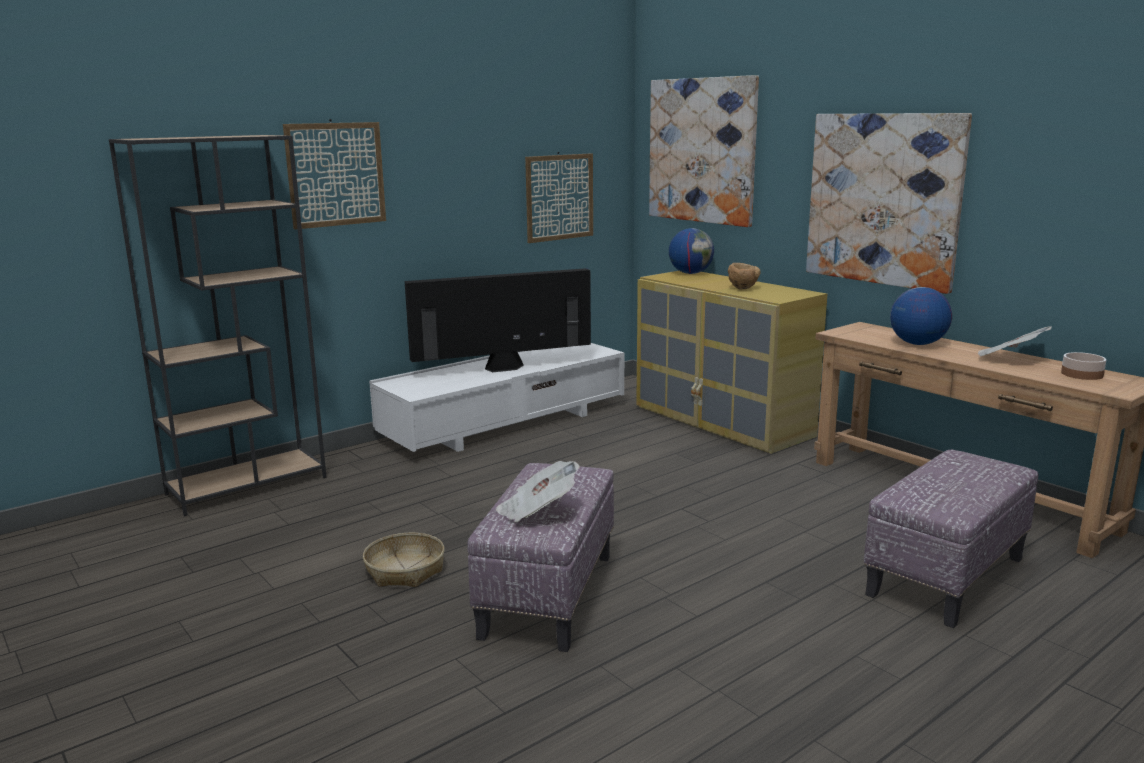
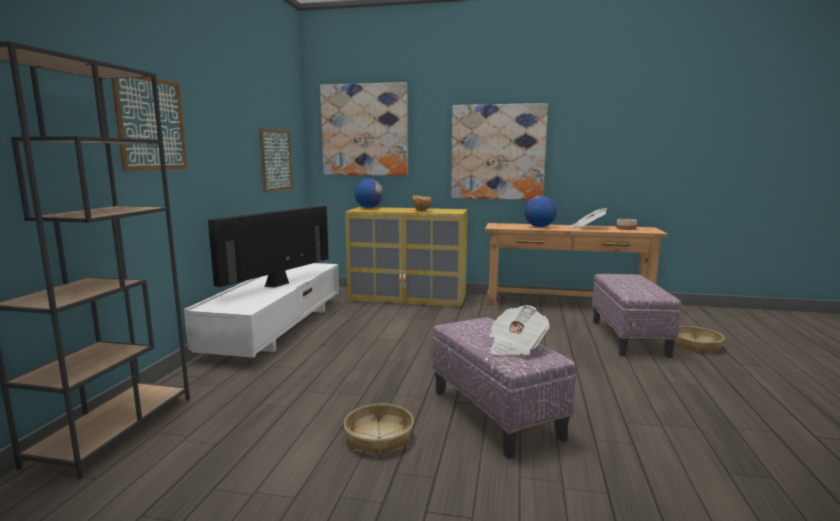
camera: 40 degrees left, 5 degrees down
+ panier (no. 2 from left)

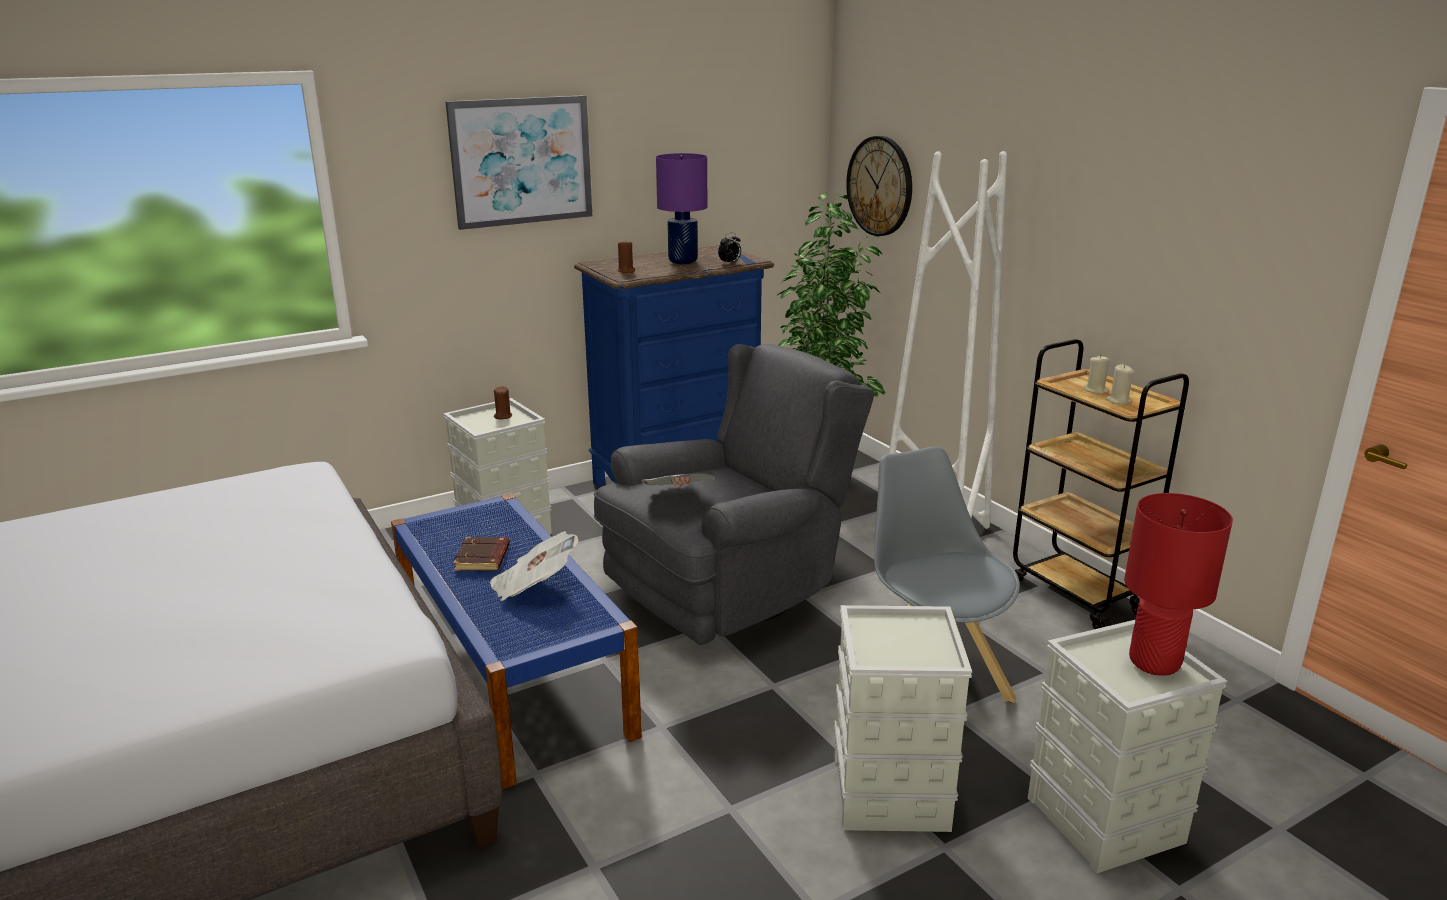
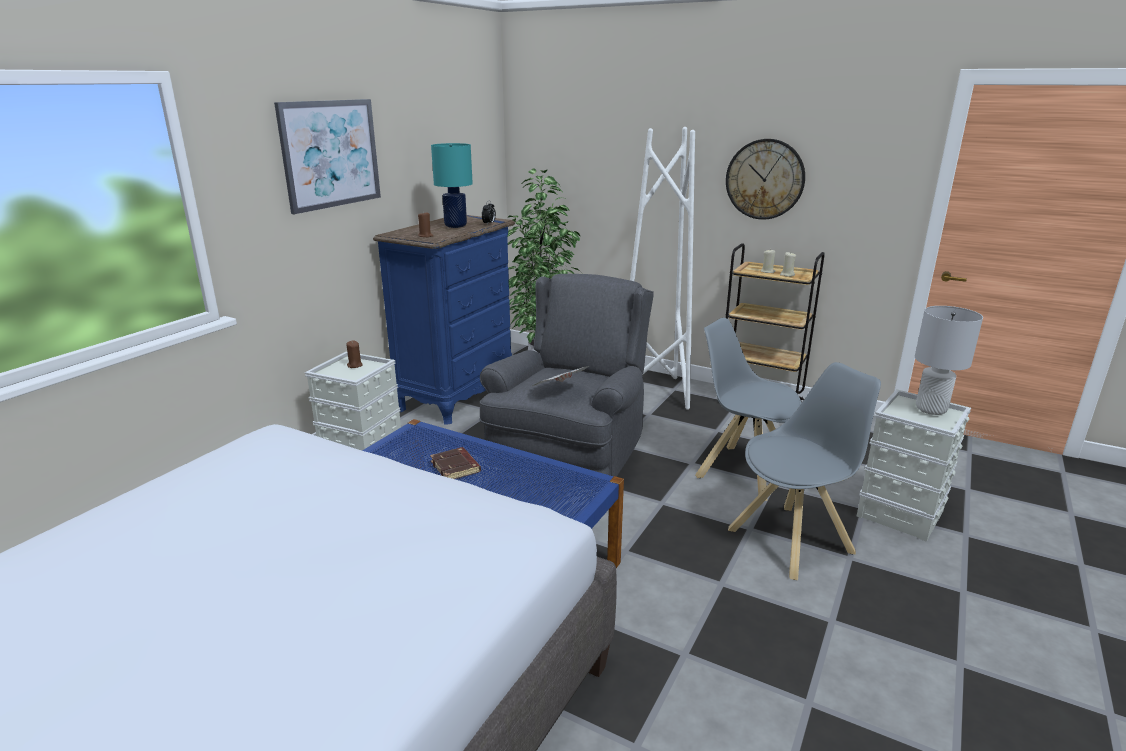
camera: 30 degrees left, 0 degrees up
~ lampe de table [violet] to lampe de table [turquoise]
~ horloge murale
~ boîte de rangement [gris] (no. 2 from left) to chaise [gris] (no. 2 from left)
~ lampe de table [rouge] to lampe de table [gris]
- journal (no. 1 from left)

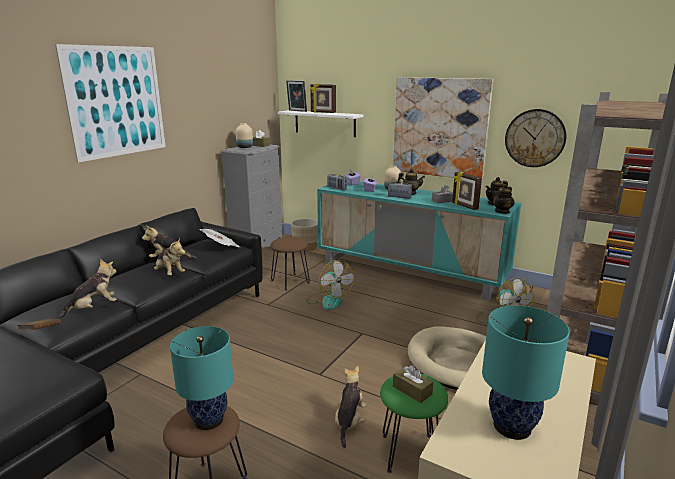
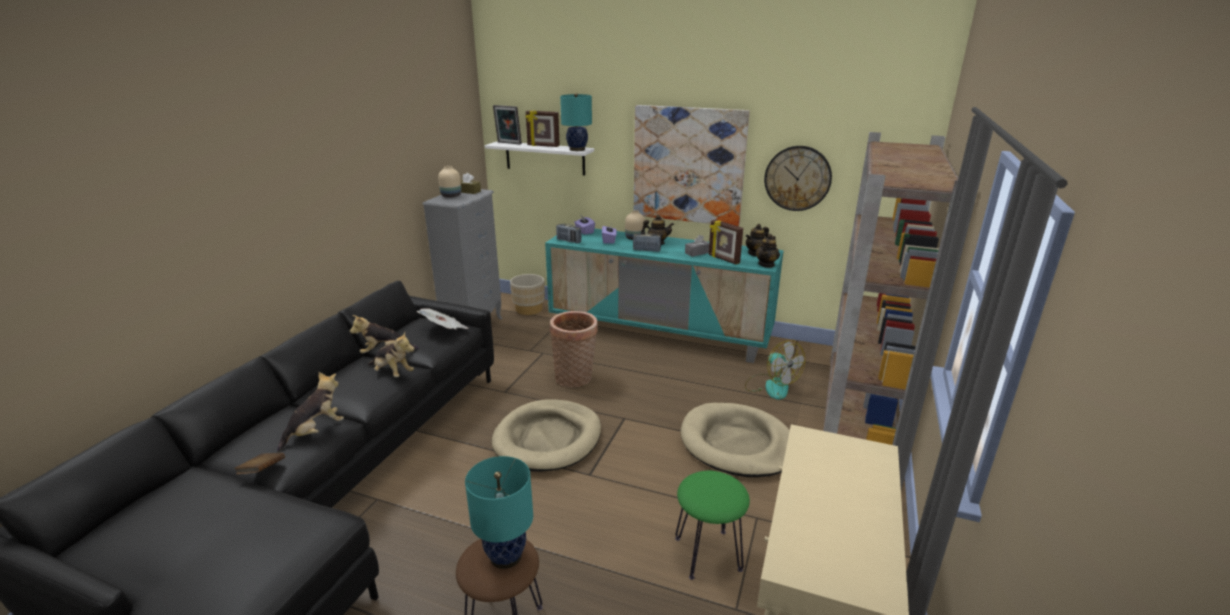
camera: 10 degrees left, 5 degrees up
+ panier pour chien [beige] (no. 1 from left)
~ ventilateur (no. 1 from left) to panier
~ lampe de table [turquoise] (no. 2 from left)
- tableau (no. 1 from left)
- tabouret [marron] (no. 2 from left)
- peluche (no. 4 from left)
- boîte à mouchoirs [marron] (no. 2 from left)

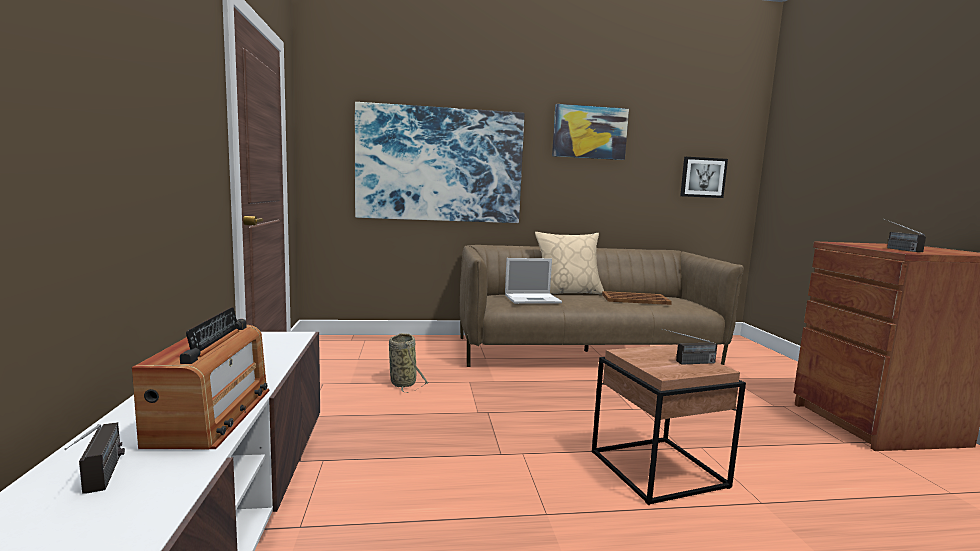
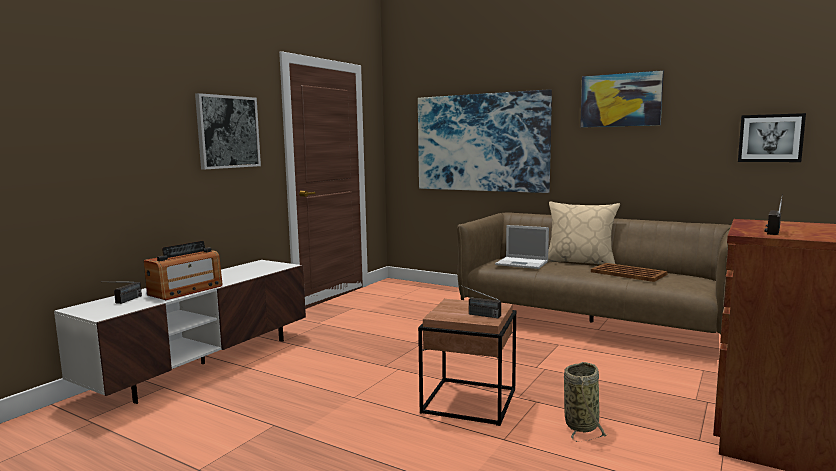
camera: 40 degrees right, 0 degrees up
+ tableau (no. 1 from left)
~ panier

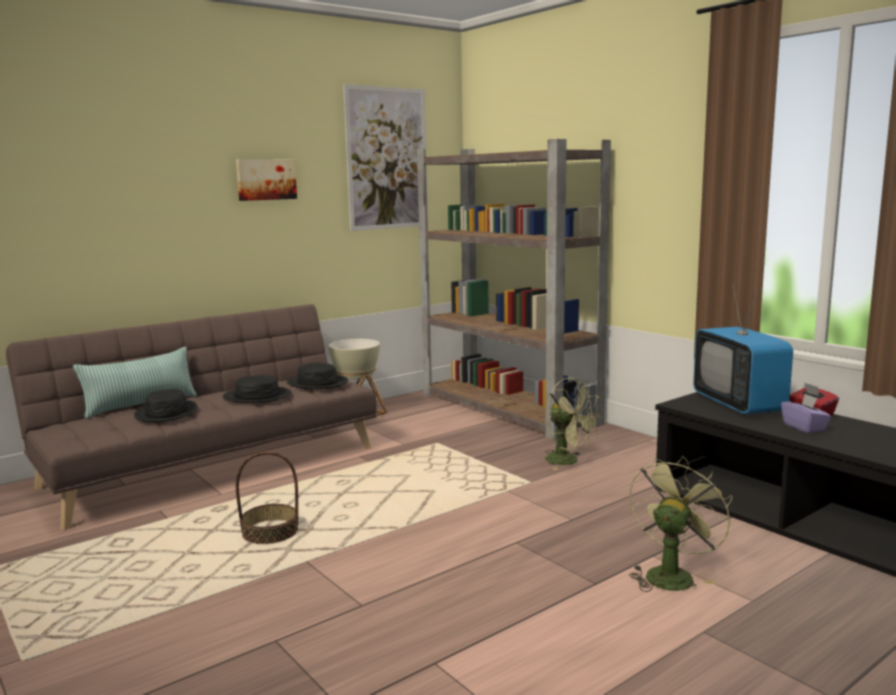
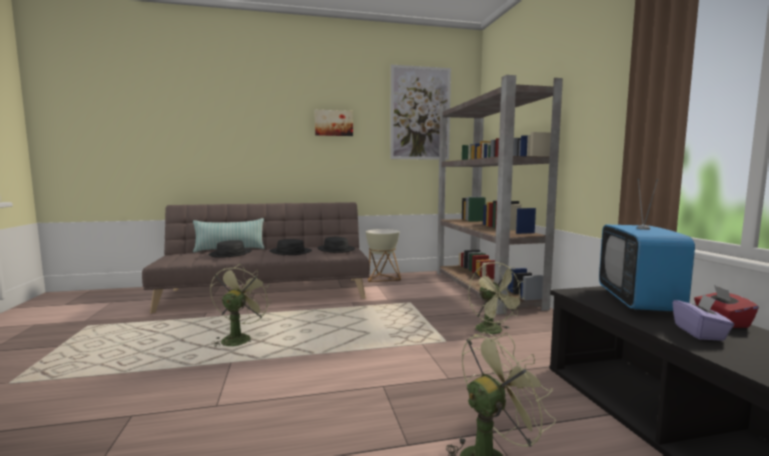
camera: 25 degrees right, 5 degrees down
~ panier to ventilateur [vert] (no. 1 from left)

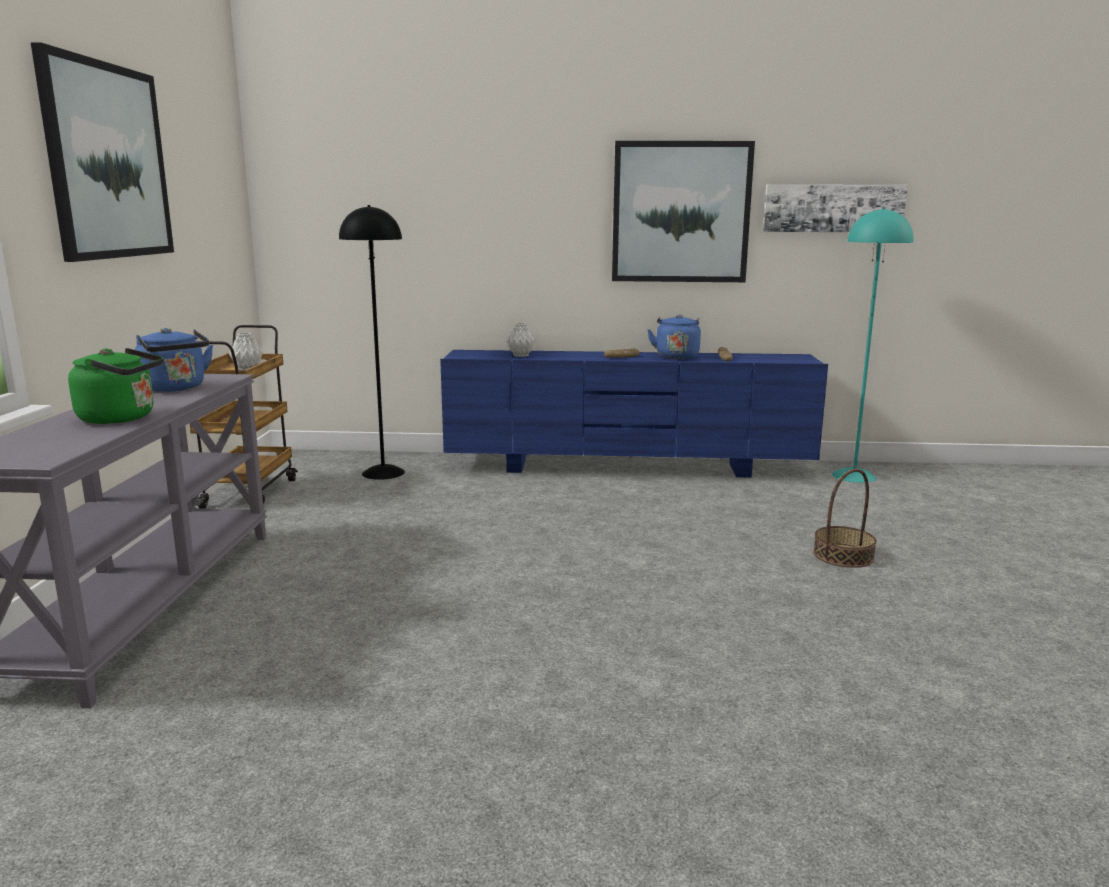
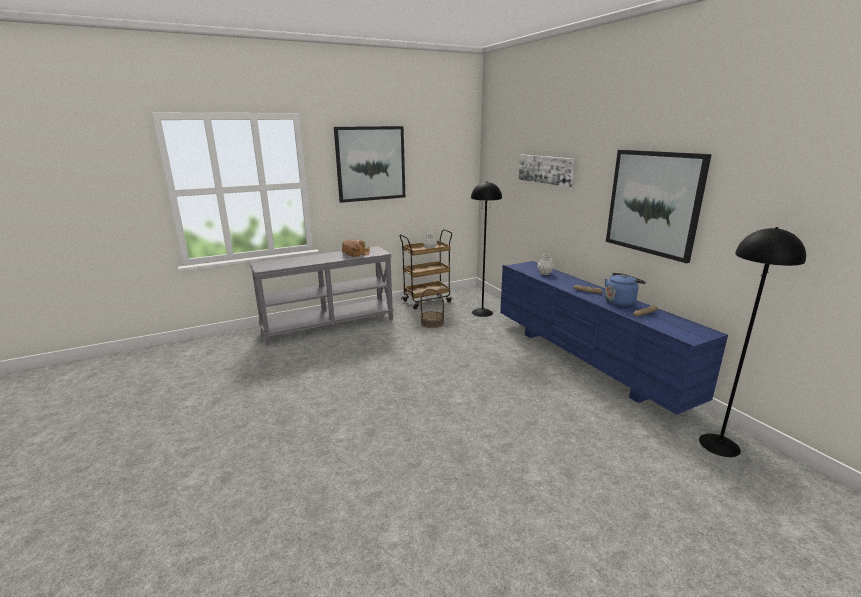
camera: 60 degrees right, 5 degrees up
~ bouilloire [bleu] (no. 1 from left) to pain (no. 1 from left)
~ panier
~ tableau (no. 3 from left in the first image) to tableau (no. 2 from left)
~ lampadaire [turquoise] to lampadaire [noir] (no. 2 from left)
- bouilloire [vert]

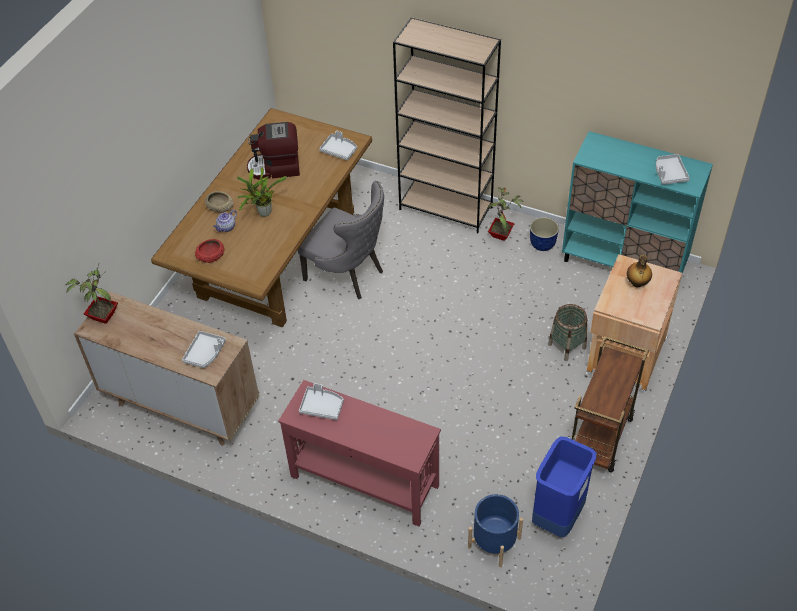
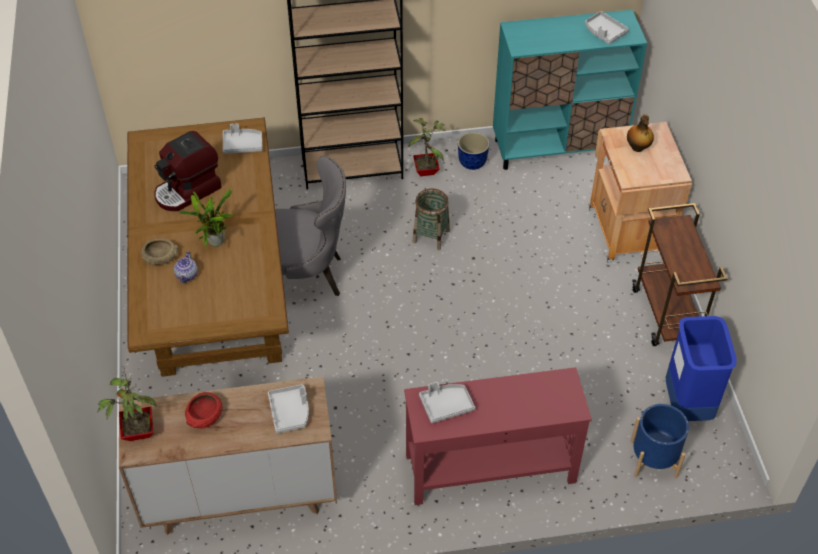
camera: 35 degrees left, 0 degrees up
~ bol [rouge]
~ panier

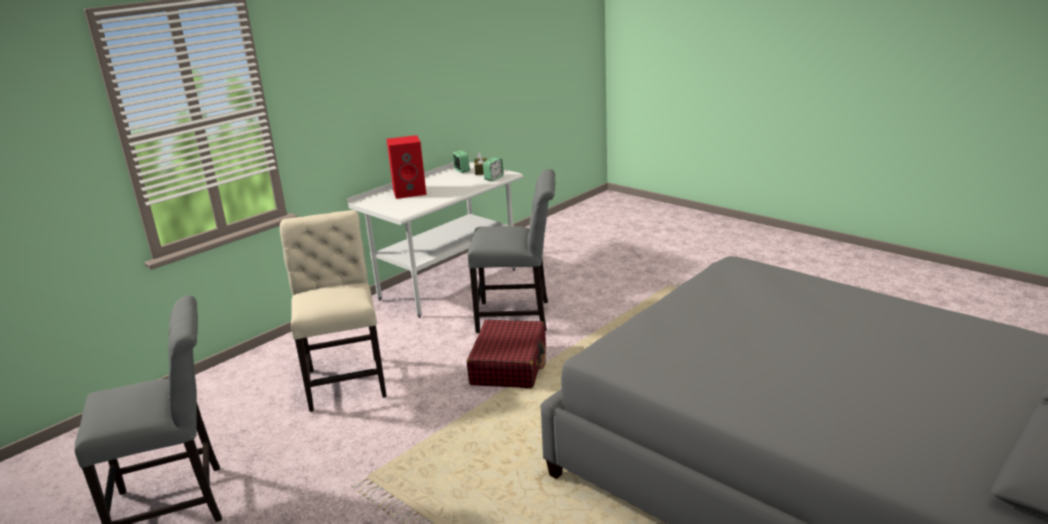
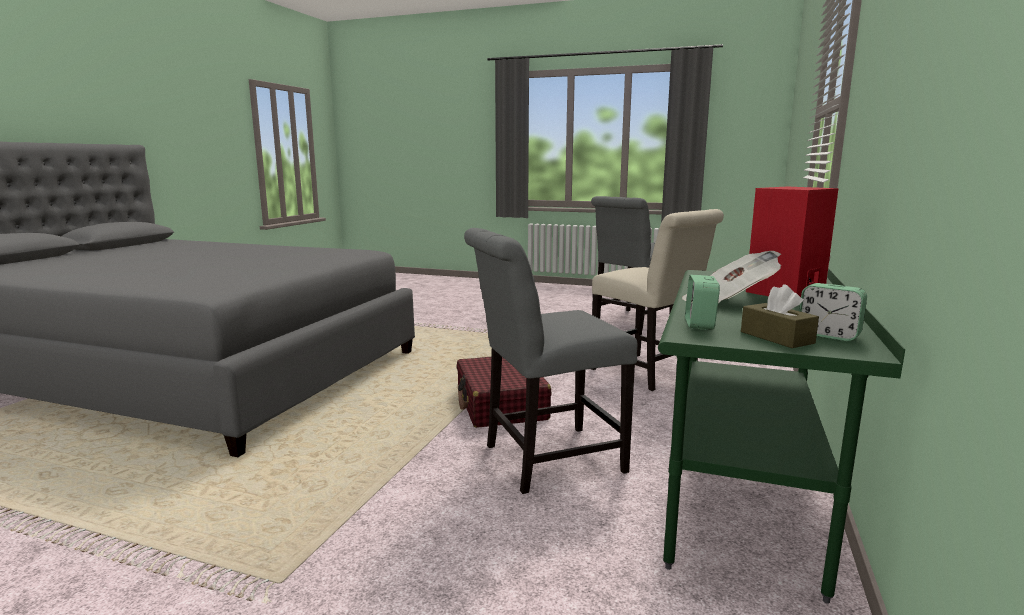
camera: 155 degrees right, 10 degrees down
~ bureau [blanc] to bureau [vert]
+ journal

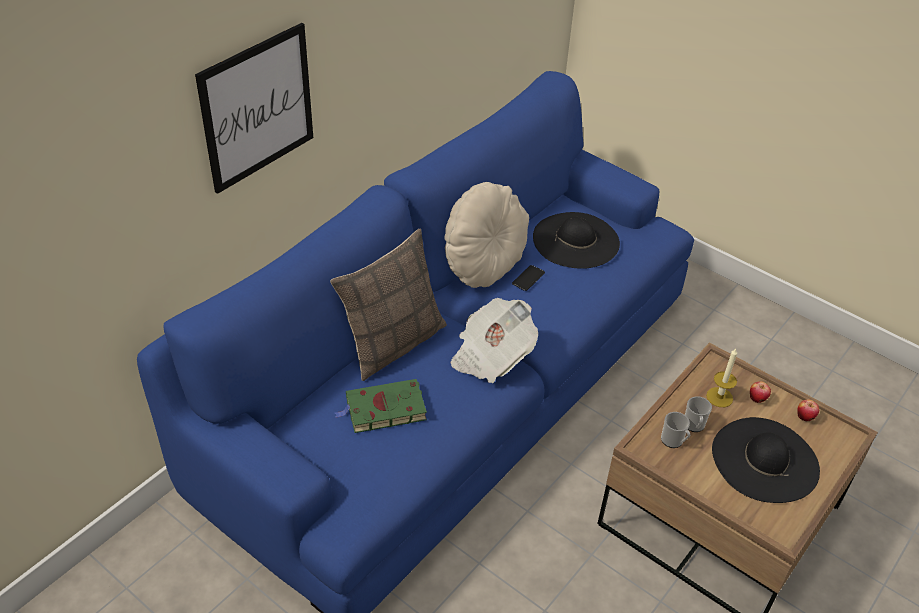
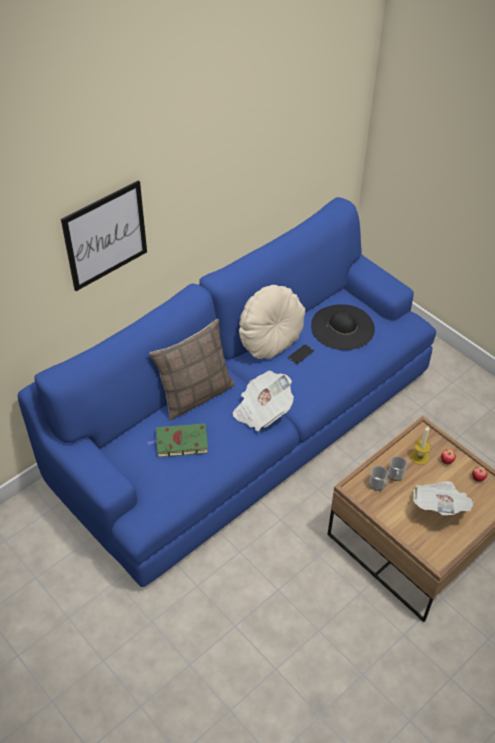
camera: 10 degrees right, 5 degrees up
~ chapeau [noir] (no. 2 from left) to journal (no. 2 from left)

